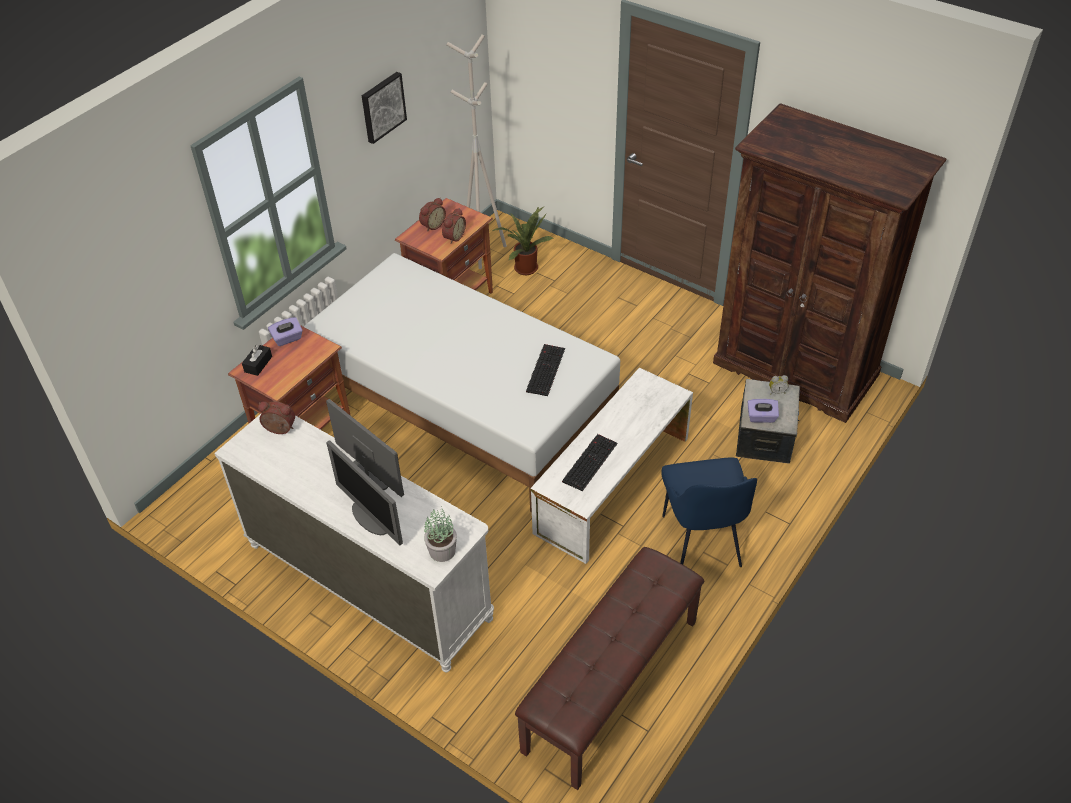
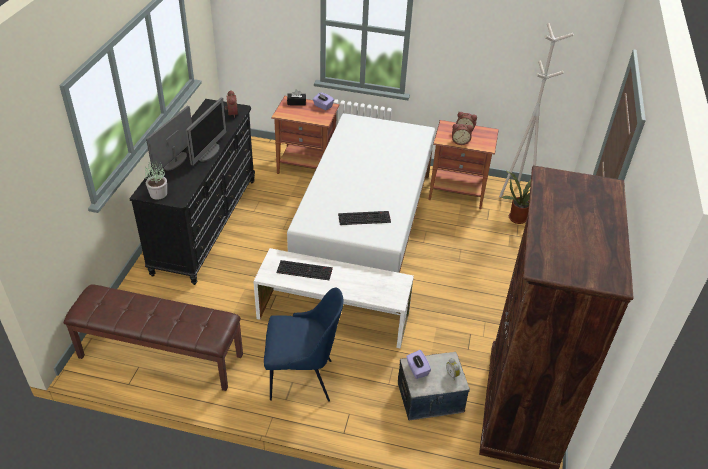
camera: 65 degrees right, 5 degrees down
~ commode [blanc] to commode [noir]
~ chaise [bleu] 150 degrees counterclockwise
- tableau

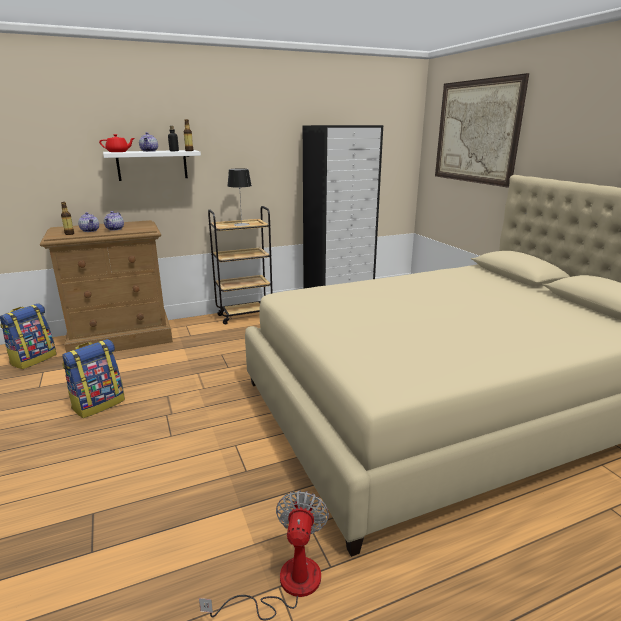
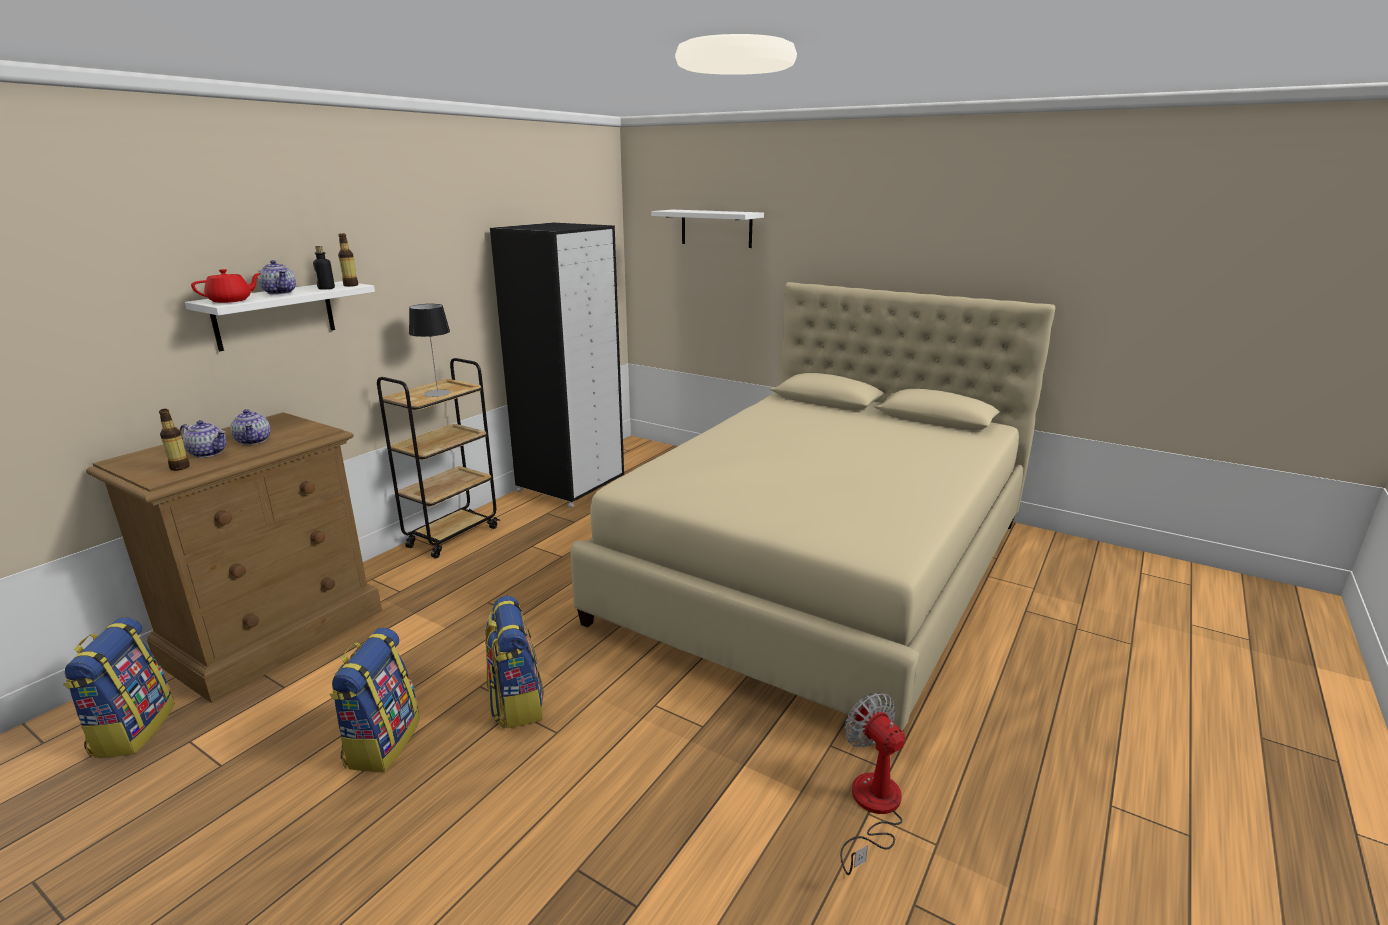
camera: 35 degrees left, 0 degrees up
+ sac à dos (no. 3 from left)
~ tableau to étagère [blanc] (no. 2 from left)

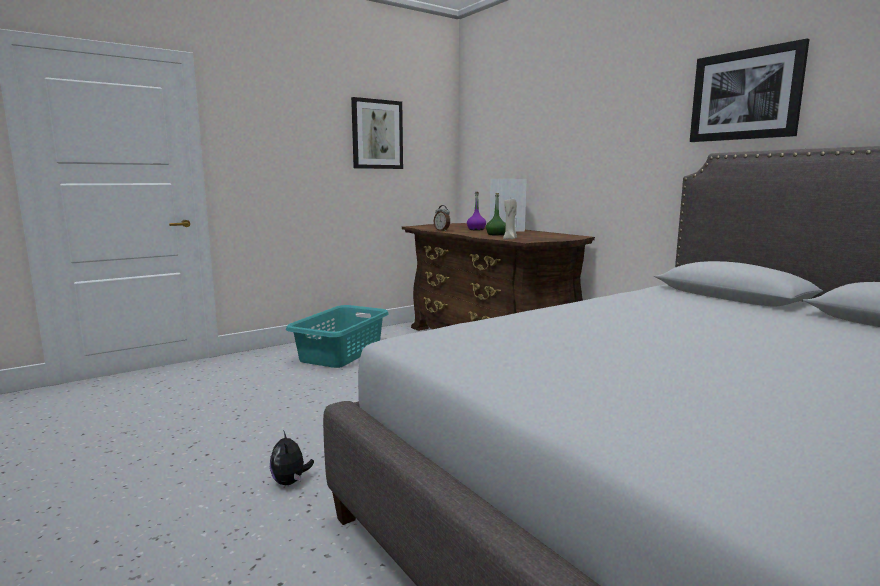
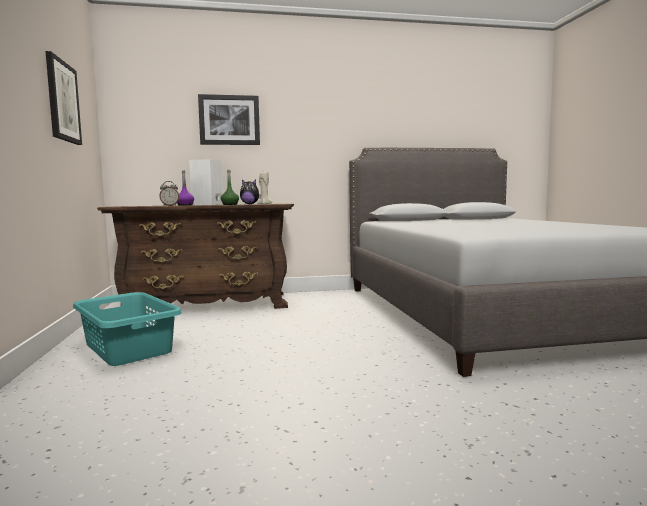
camera: 65 degrees left, 5 degrees down
~ tableau (no. 2 from left)
~ peluche

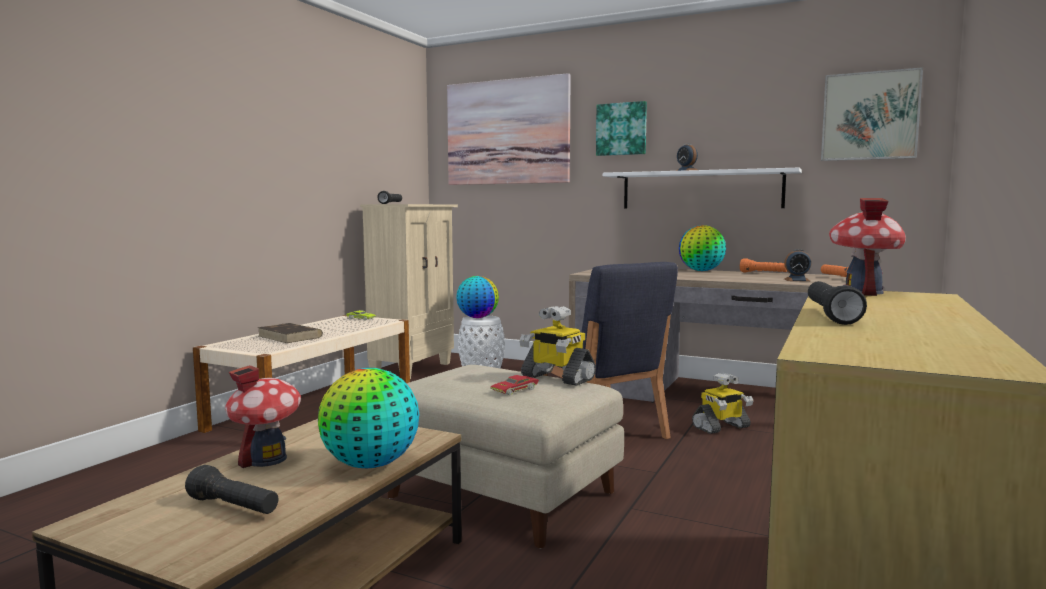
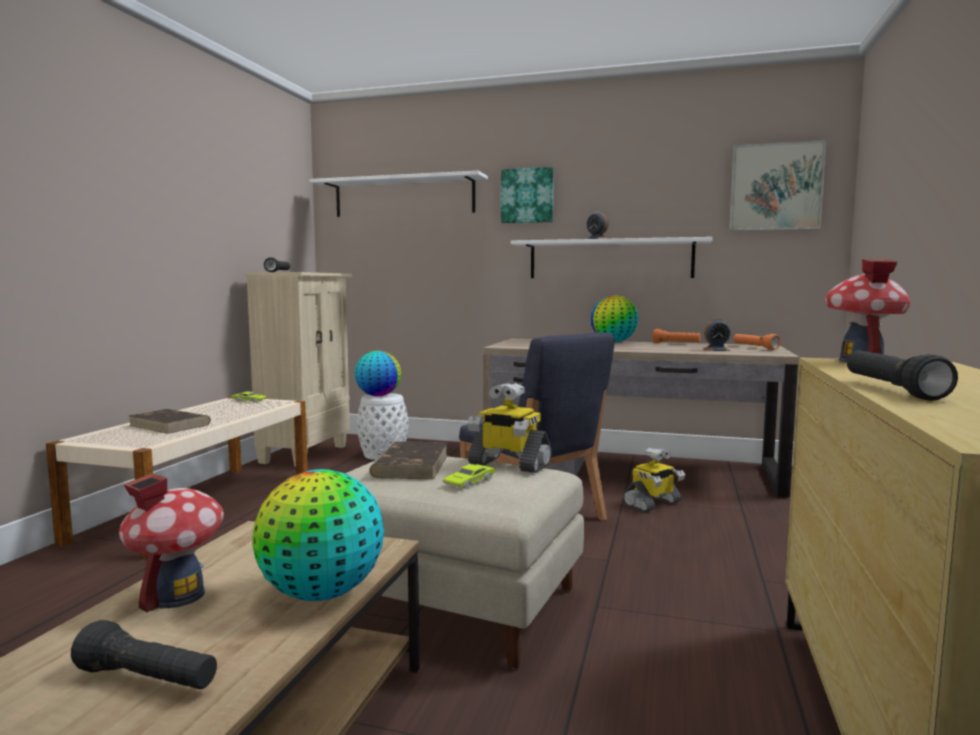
camera: 10 degrees left, 0 degrees up
~ tableau (no. 1 from left) to étagère [blanc] (no. 1 from left)
+ livre [marron] (no. 2 from left)
~ petite voiture [rouge] to petite voiture [vert] (no. 2 from left)

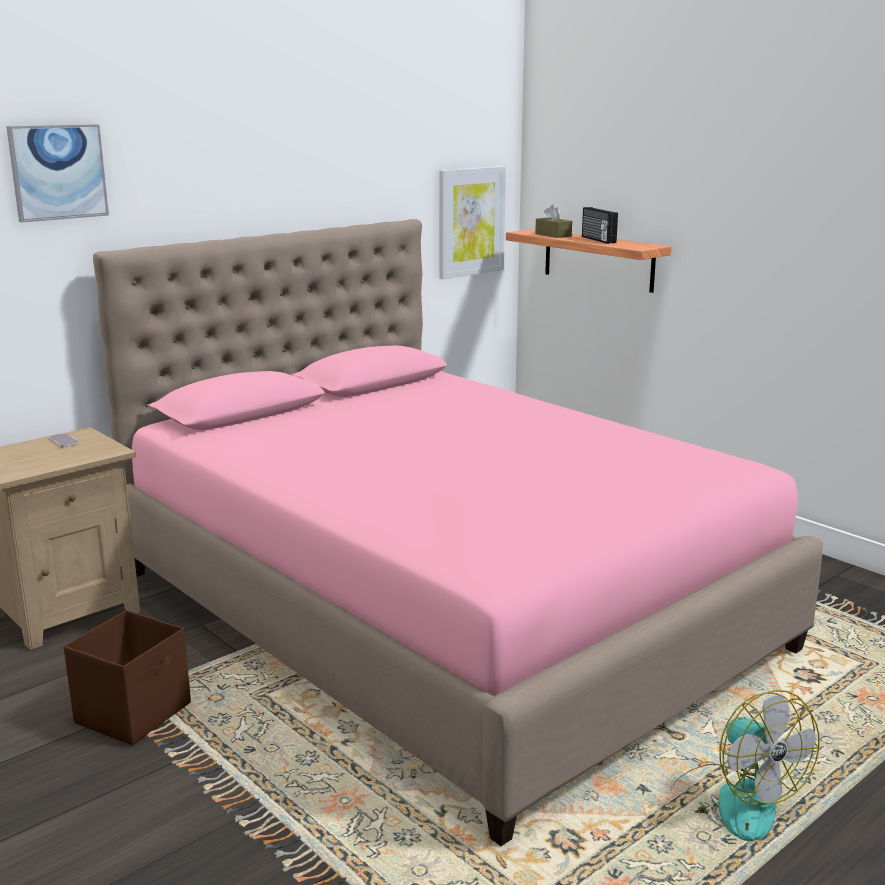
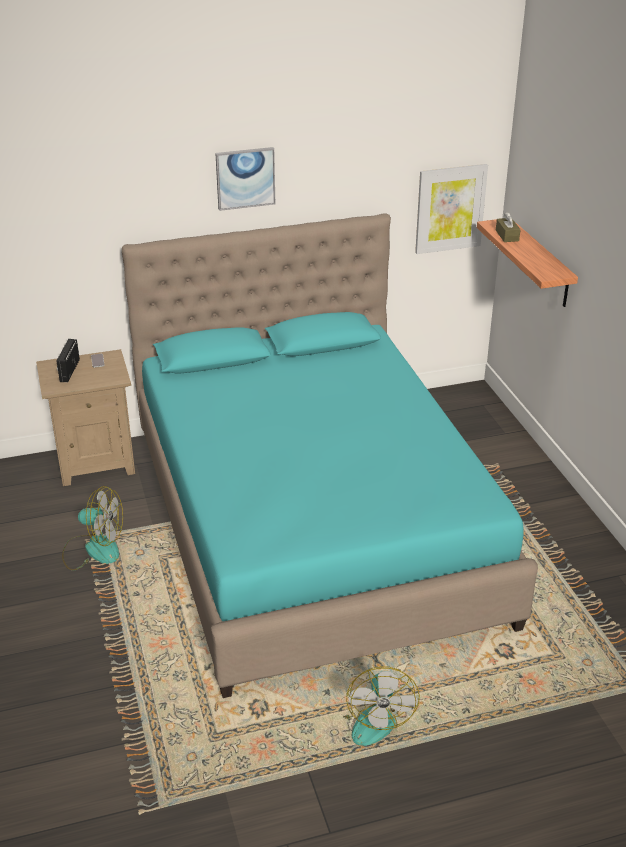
camera: 25 degrees right, 15 degrees up
~ radio
~ boîte de rangement [marron] to ventilateur (no. 1 from left)
~ lit [rose] to lit [turquoise]
~ tableau (no. 1 from left)

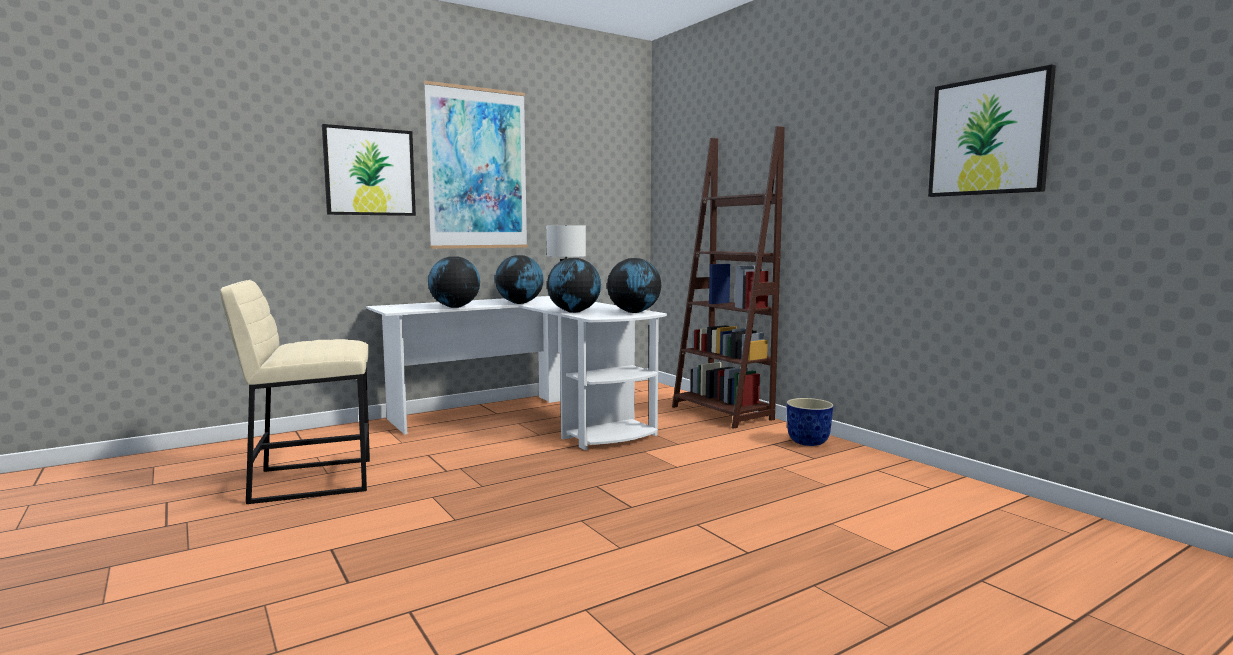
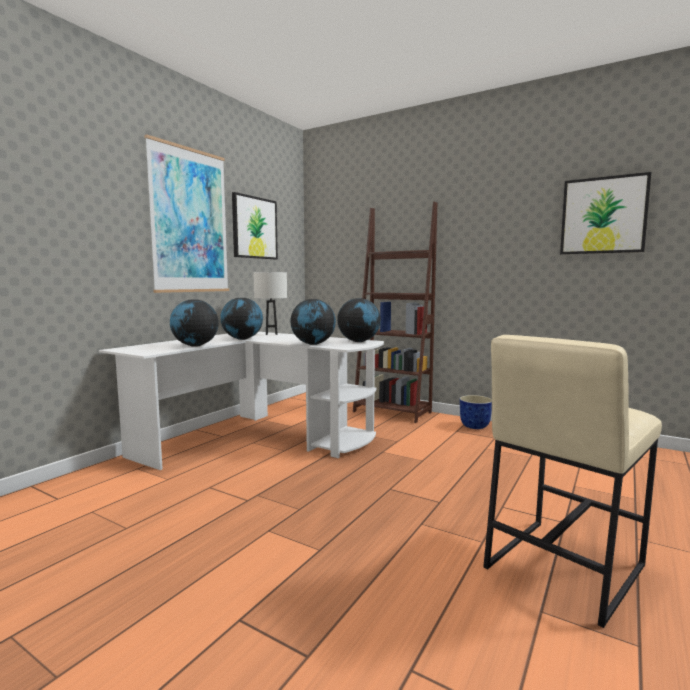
camera: 25 degrees left, 0 degrees up
~ tableau (no. 1 from left in the first image) to tableau (no. 2 from left)
~ chaise [beige]

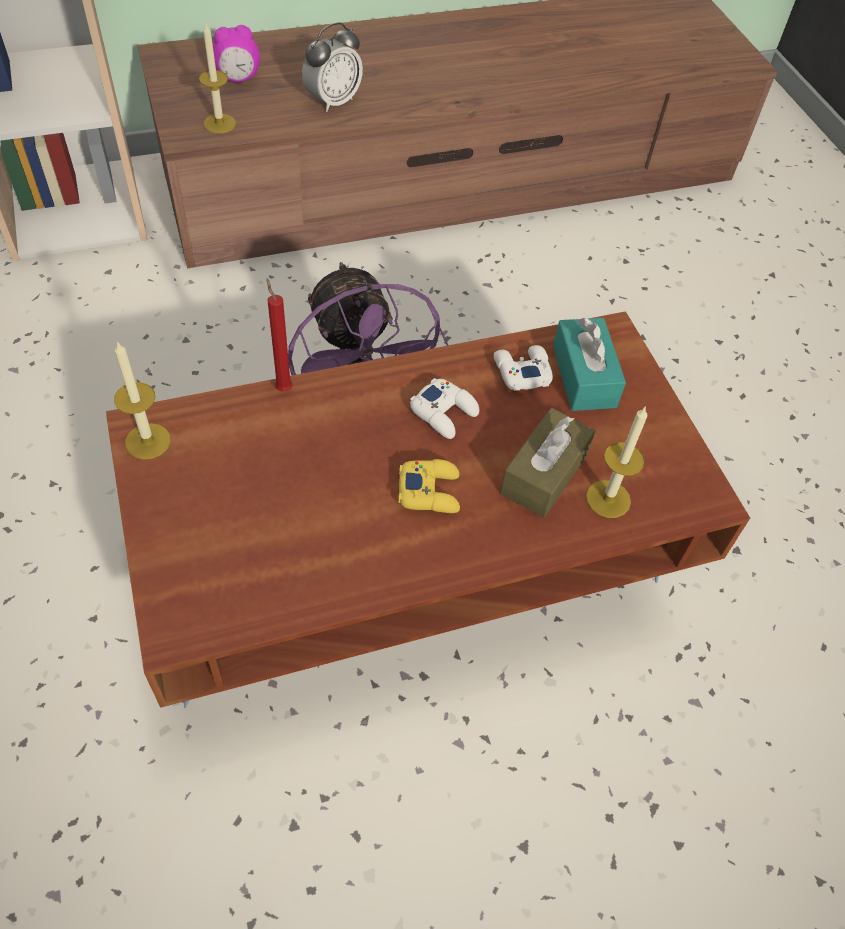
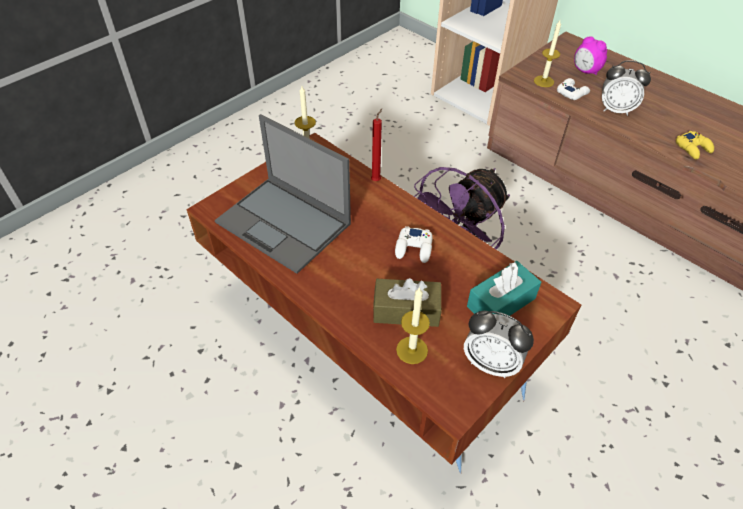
camera: 65 degrees right, 5 degrees down
+ ordinateur portable
+ réveil (no. 1 from left)
~ manette [blanc] (no. 2 from left)
~ manette [jaune]

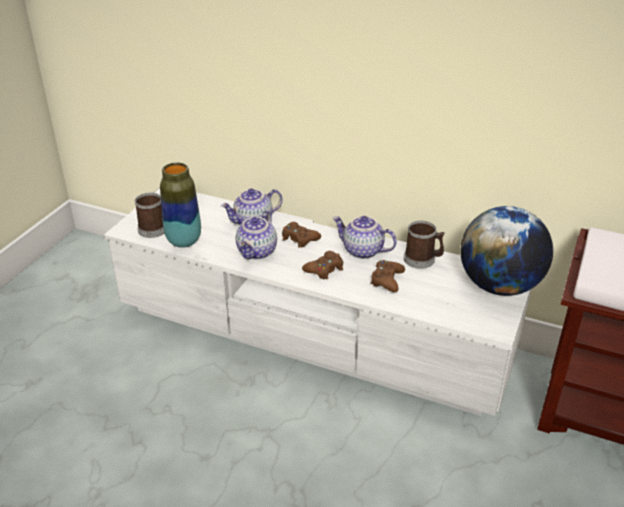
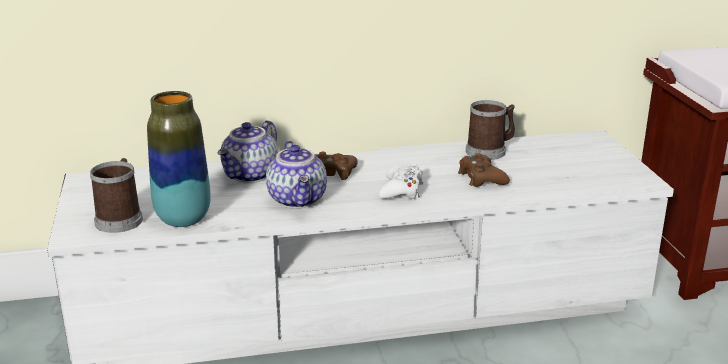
camera: 35 degrees left, 10 degrees down
~ manette [marron] (no. 2 from left) to manette [blanc]
- théière (no. 3 from left)
- globe

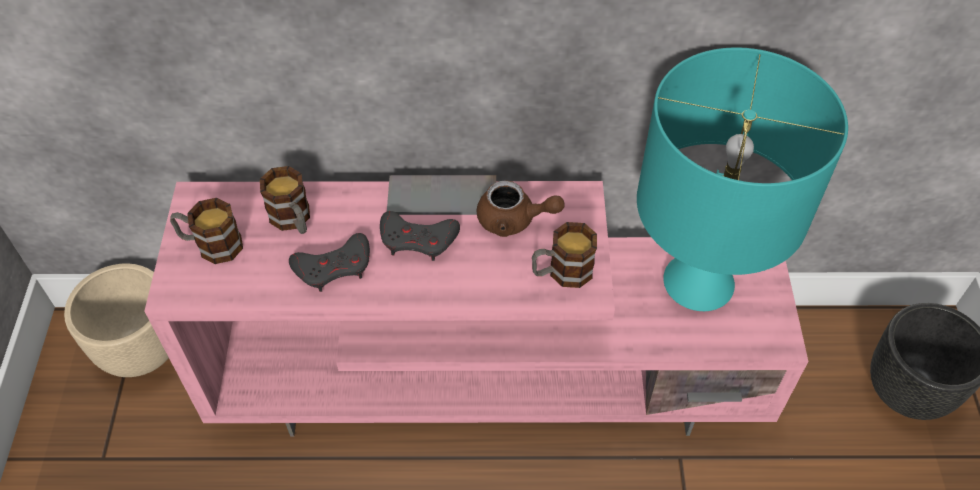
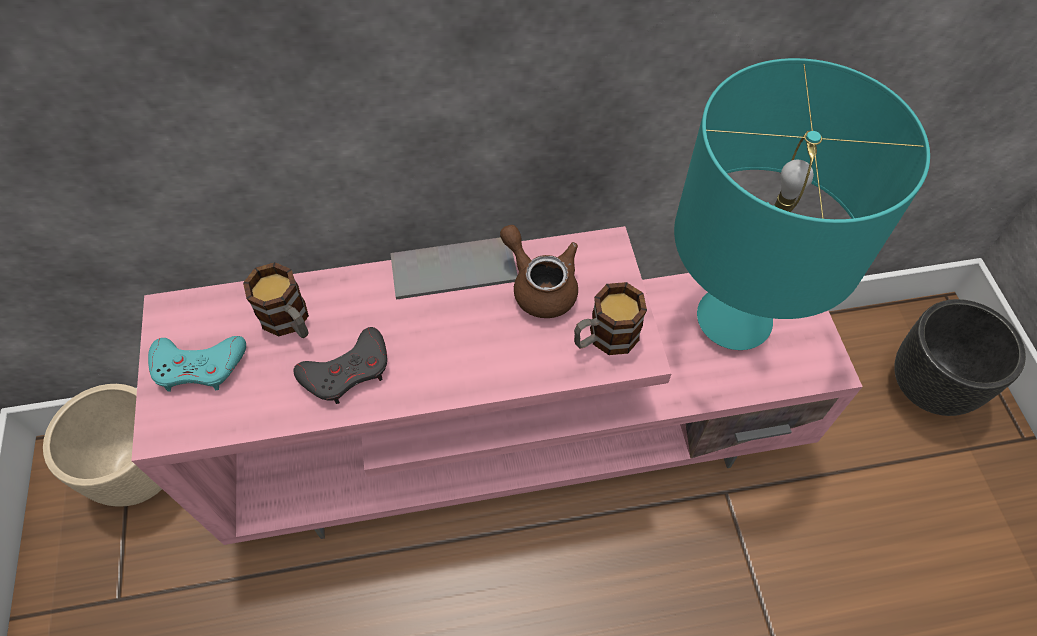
camera: 10 degrees left, 5 degrees up
~ mug (no. 1 from left) to manette [turquoise]
~ théière [marron] 135 degrees counterclockwise
- manette [gris] (no. 2 from left)

